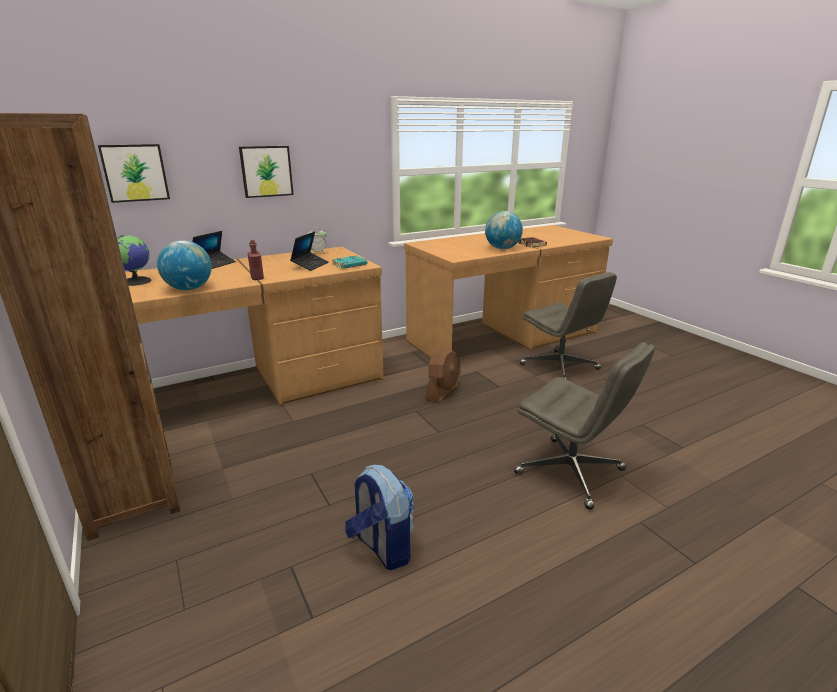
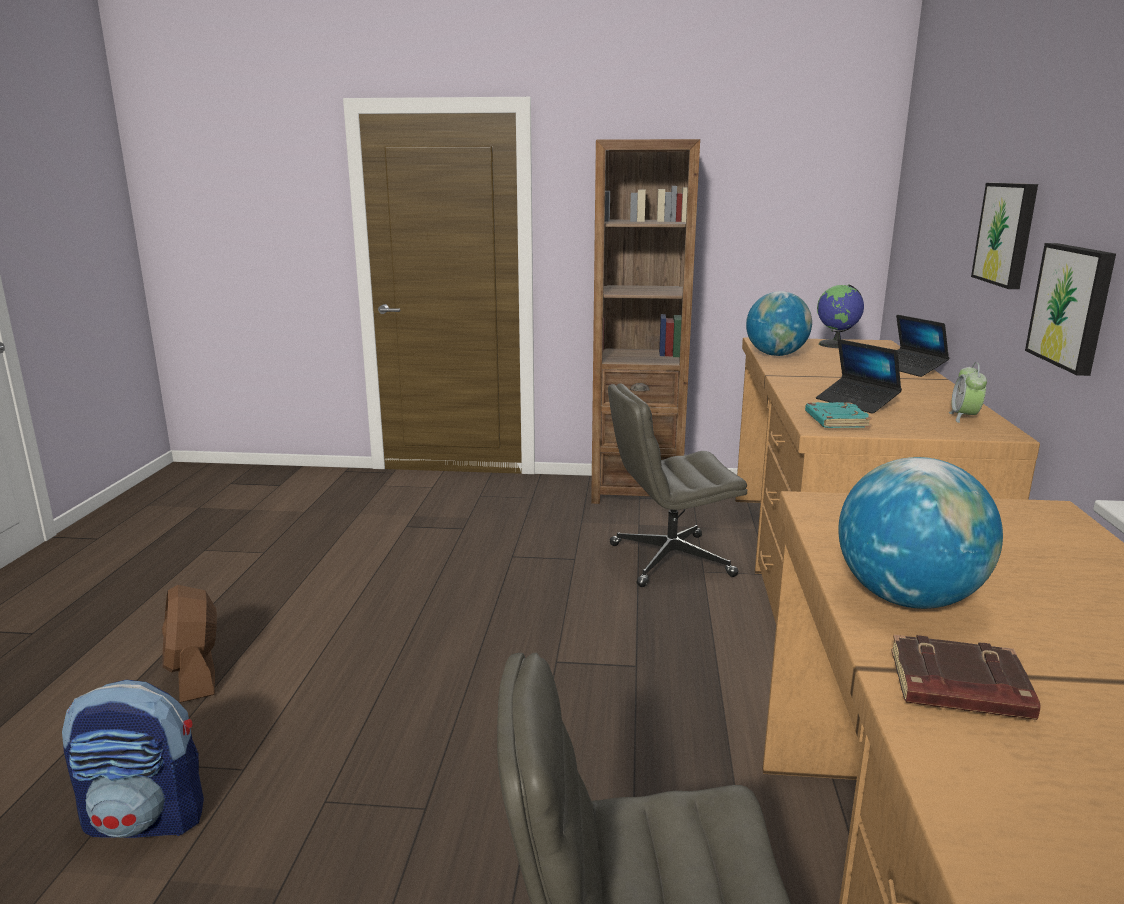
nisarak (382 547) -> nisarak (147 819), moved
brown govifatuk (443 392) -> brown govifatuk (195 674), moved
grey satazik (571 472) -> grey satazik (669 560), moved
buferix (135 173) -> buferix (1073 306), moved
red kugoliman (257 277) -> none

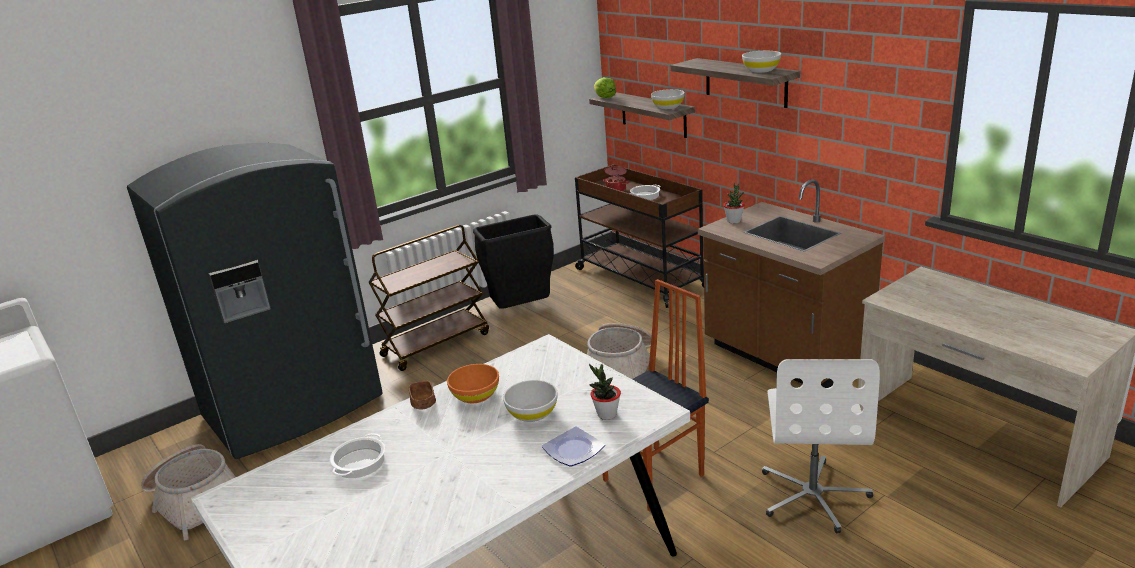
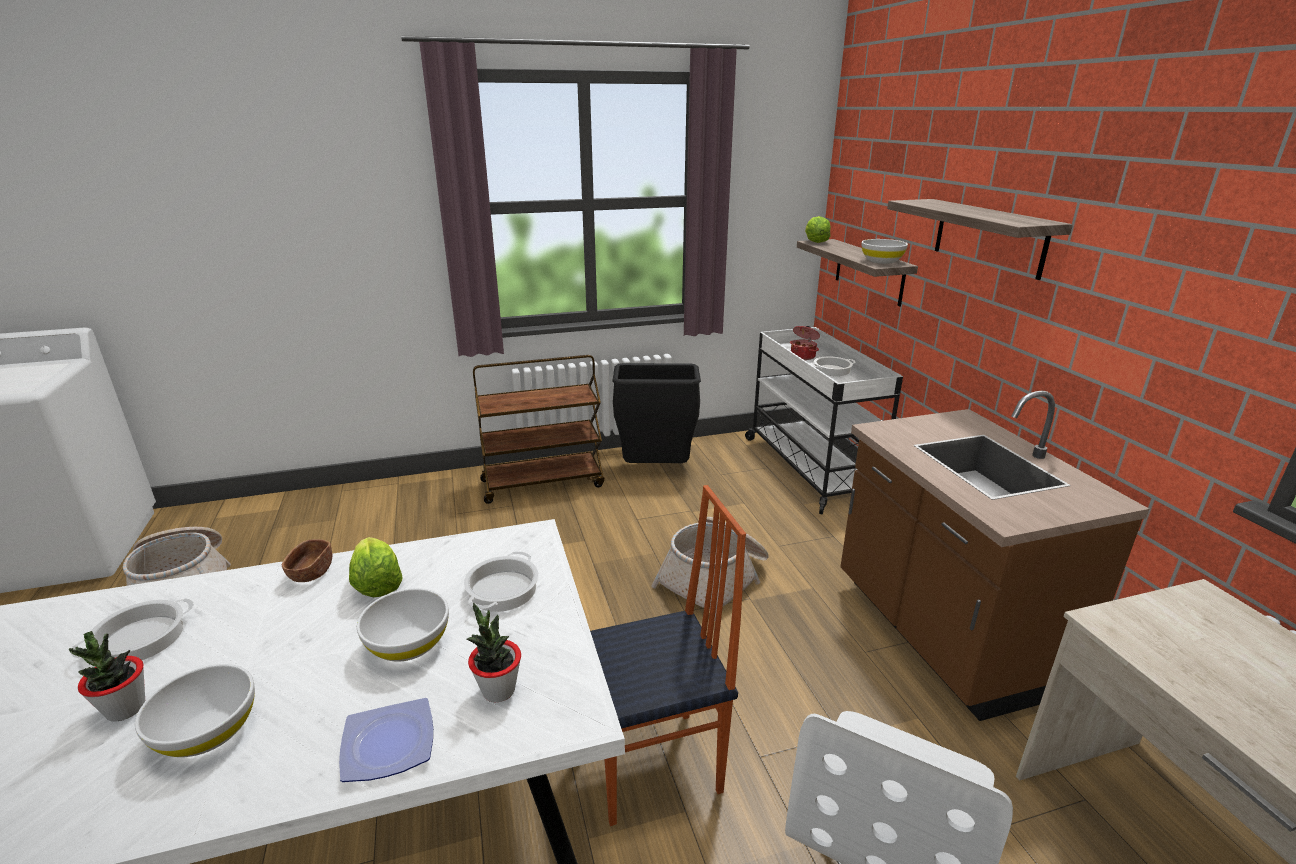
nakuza (734 221) -> nakuza (126 709), moved
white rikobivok (761 70) -> white rikobivok (208 732), moved
orange rikobivok (475 396) -> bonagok (377 584)
none -> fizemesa (502 589)
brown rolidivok (639 278) -> white rolidivok (810 467)
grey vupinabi (295 408) -> none

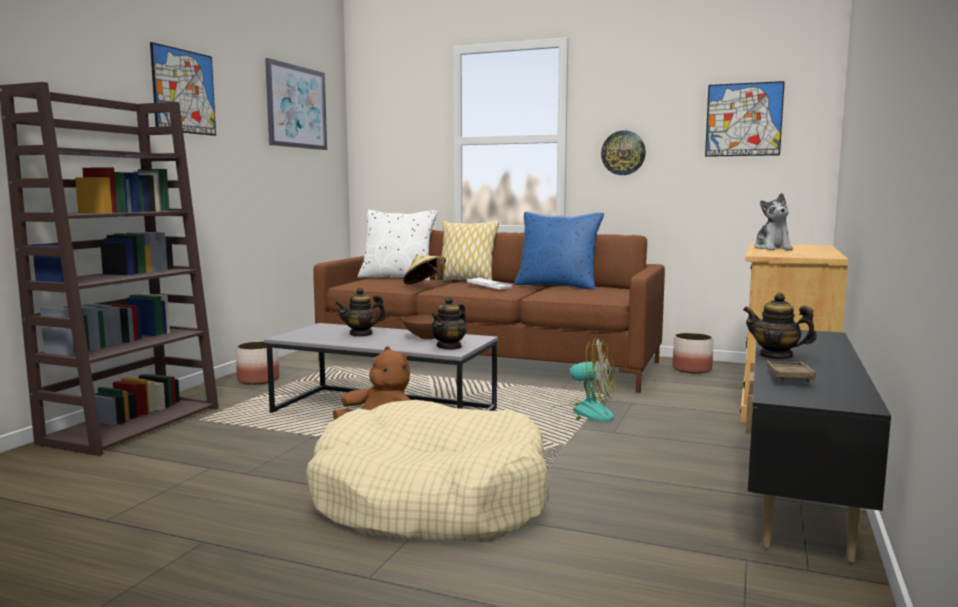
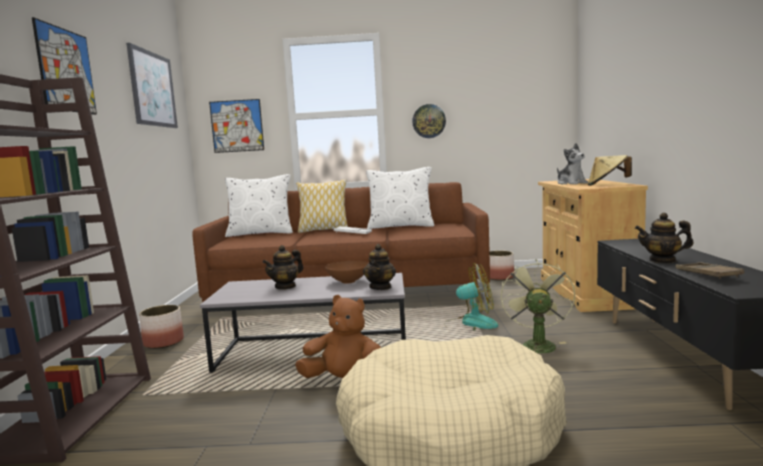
buferix (743 119) -> buferix (237 126), moved
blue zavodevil (557 286) -> white zavodevil (400 226)
none -> green govifatuk (536 344)
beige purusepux (425 285) -> beige purusepux (607 184), moved

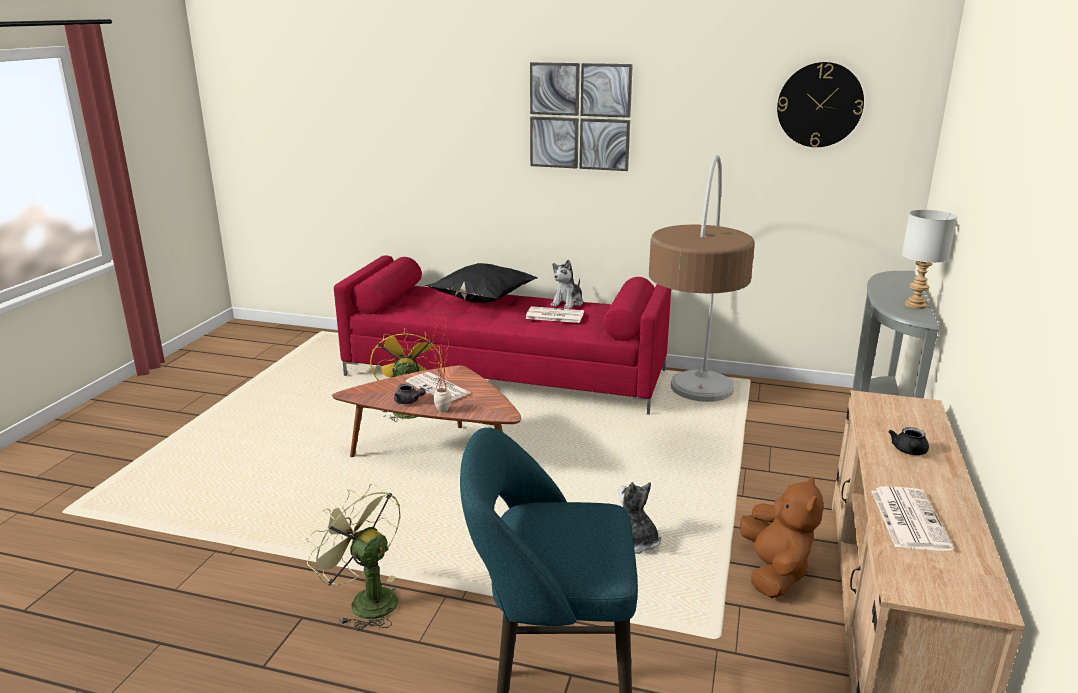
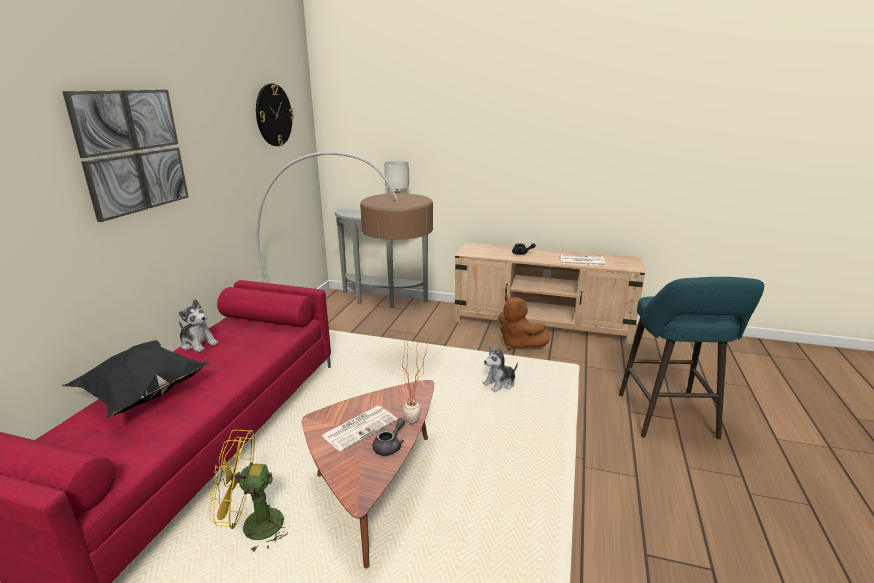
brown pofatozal (774 572) -> brown pofatozal (518 344), 135 degrees counterclockwise
green govifatuk (365 600) -> none
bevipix (554 315) -> none

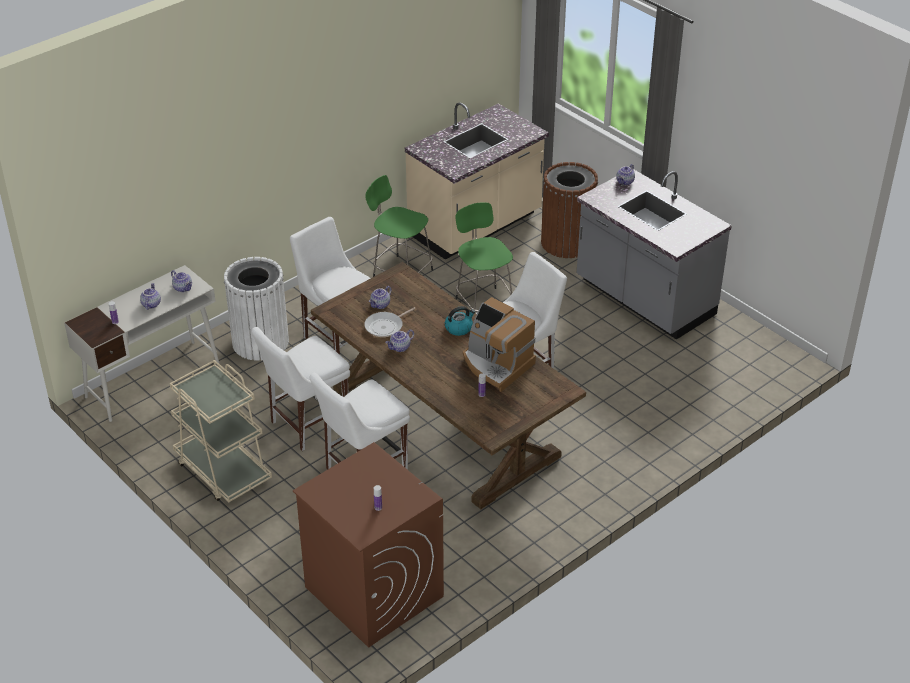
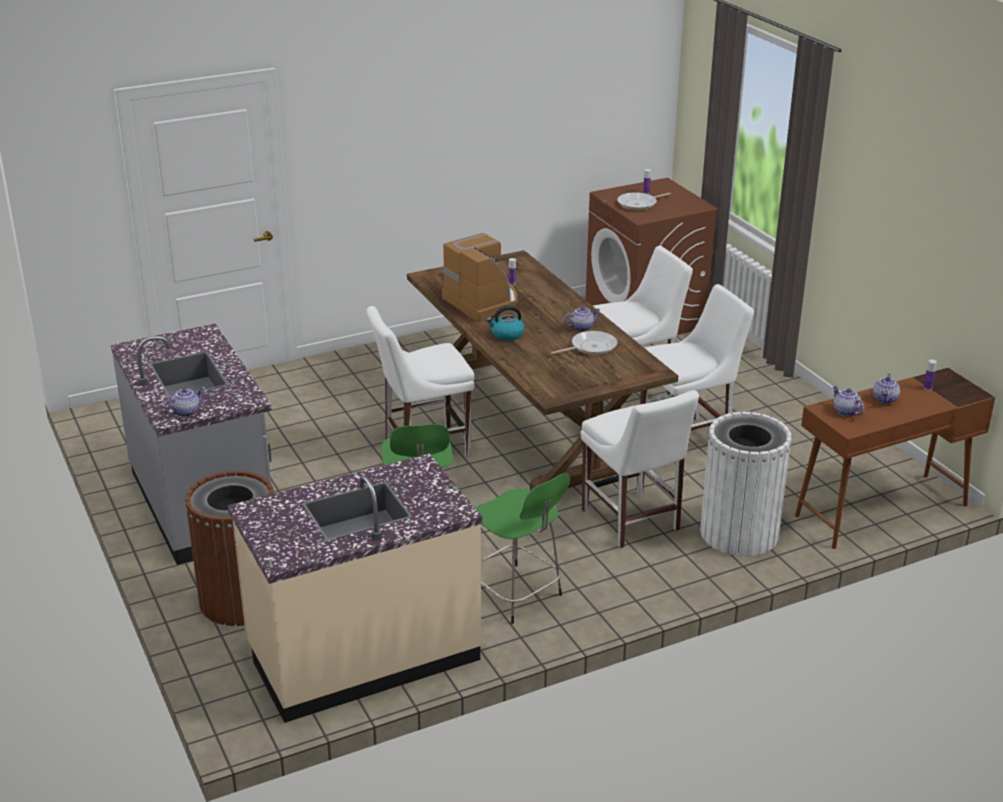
none -> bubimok (639 204)
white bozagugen (153 380) -> brown bozagugen (880 510)
beige rolidivok (223 471) -> none
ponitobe (380 305) -> none

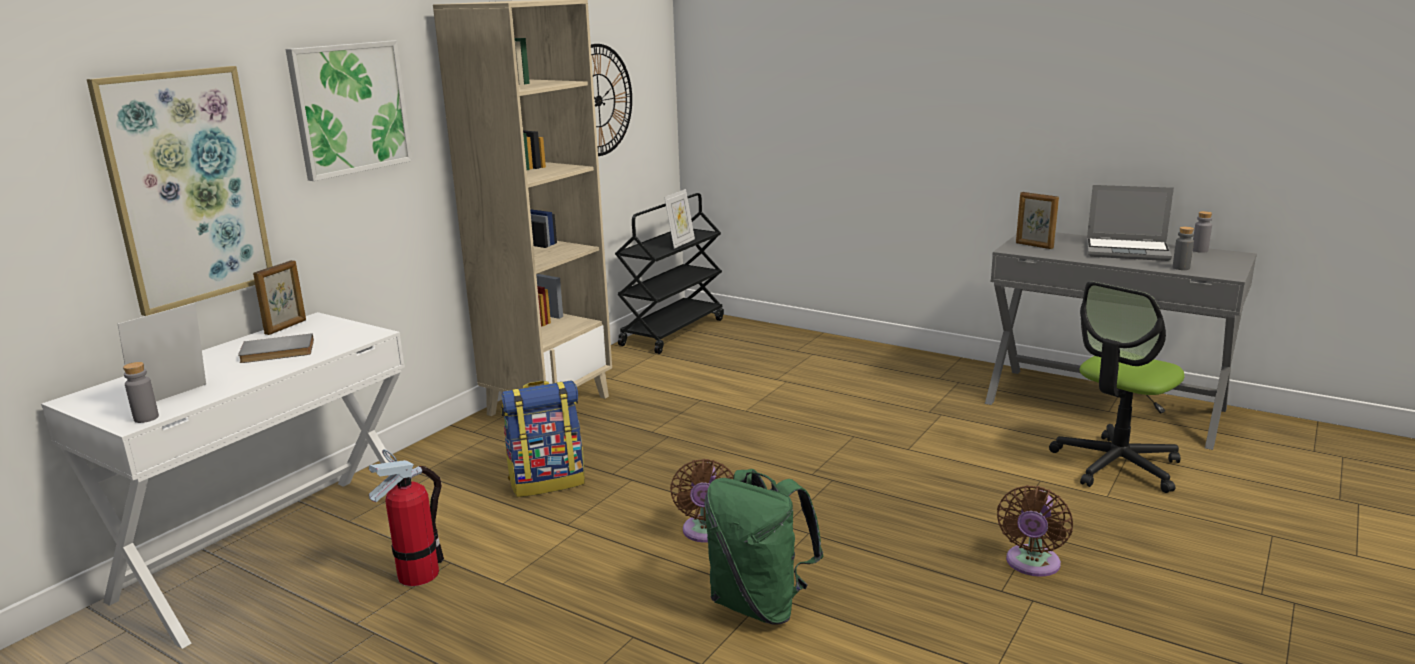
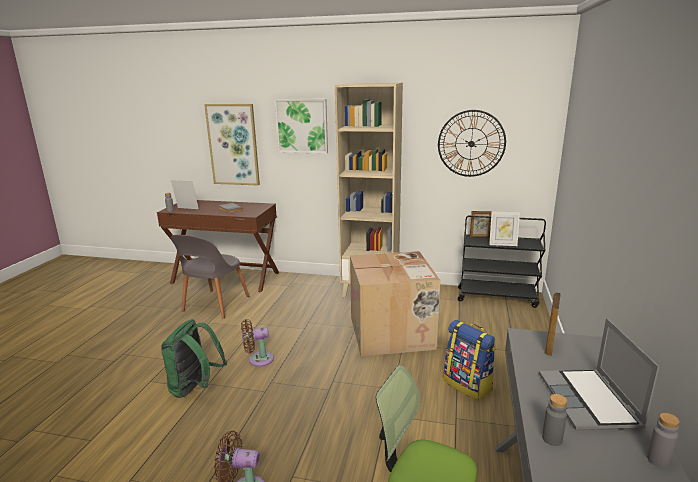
white bozagugen (273 552) -> brown bozagugen (226 277)
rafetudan (418 574) -> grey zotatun (214 305)
none -> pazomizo (392 333)
nisarak (547 481) -> nisarak (468 385), moved
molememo (286 327) -> molememo (480 237), moved

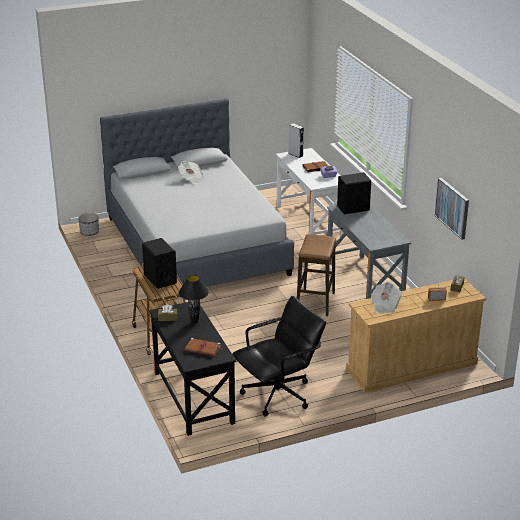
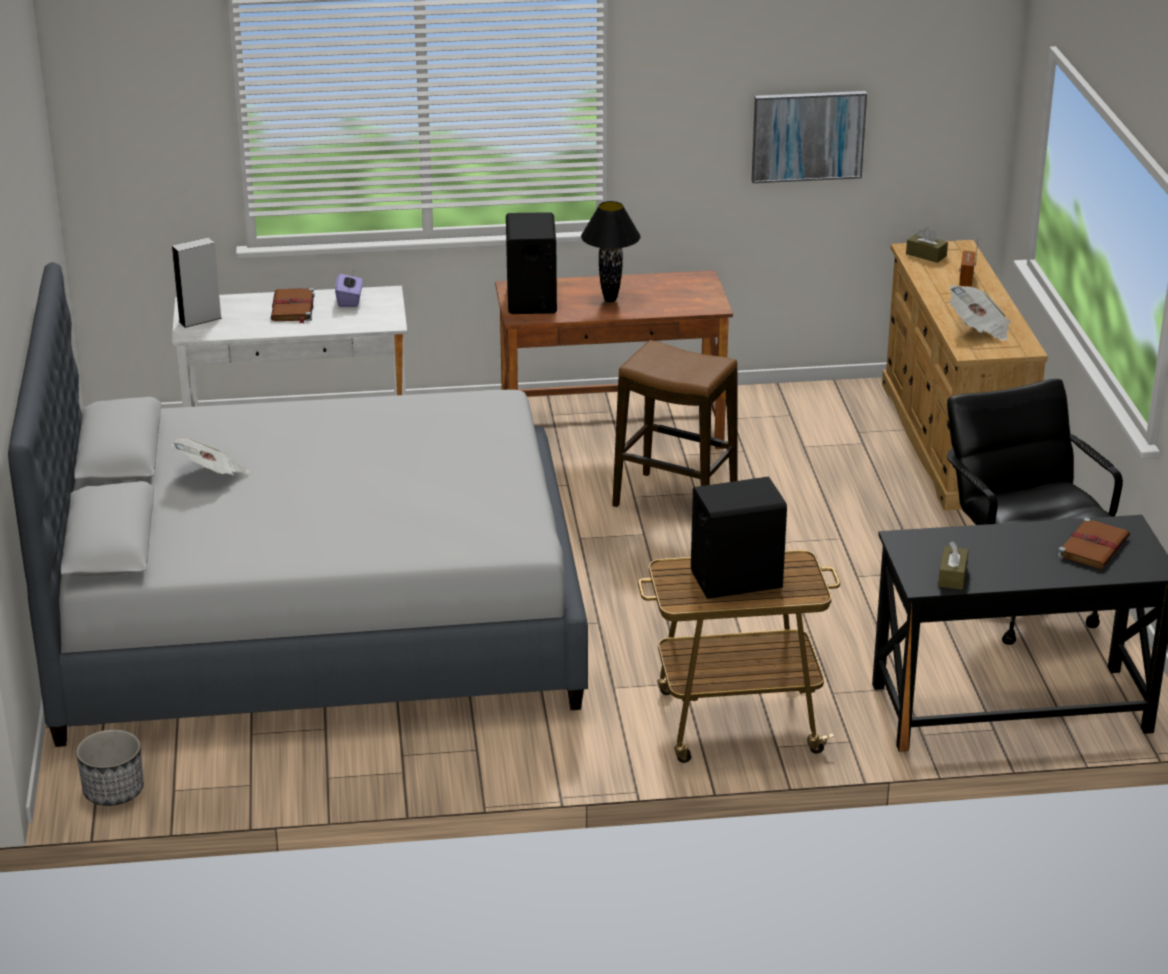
grey bozagugen (365 281) -> brown bozagugen (611 431)
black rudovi (194 322) -> black rudovi (610 300), moved

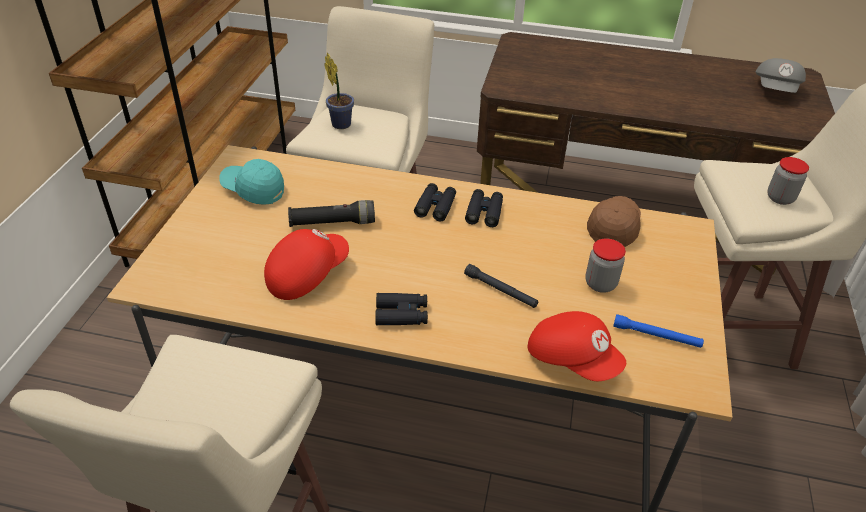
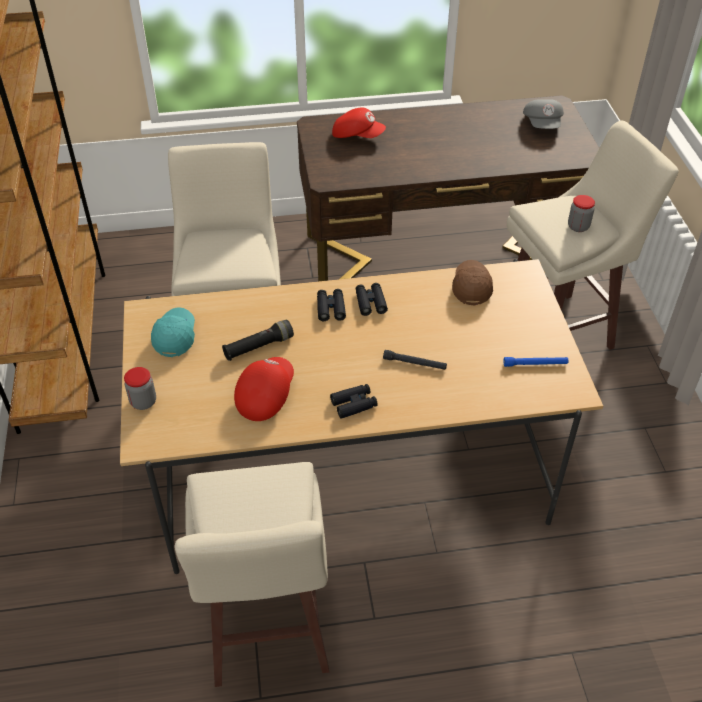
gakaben (600 284) -> gakaben (143 402), moved
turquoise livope (253 190) -> turquoise livope (175 337), 90 degrees clockwise
red livope (573 359) -> red livope (358 136), moved
nakuza (340 123) -> none

